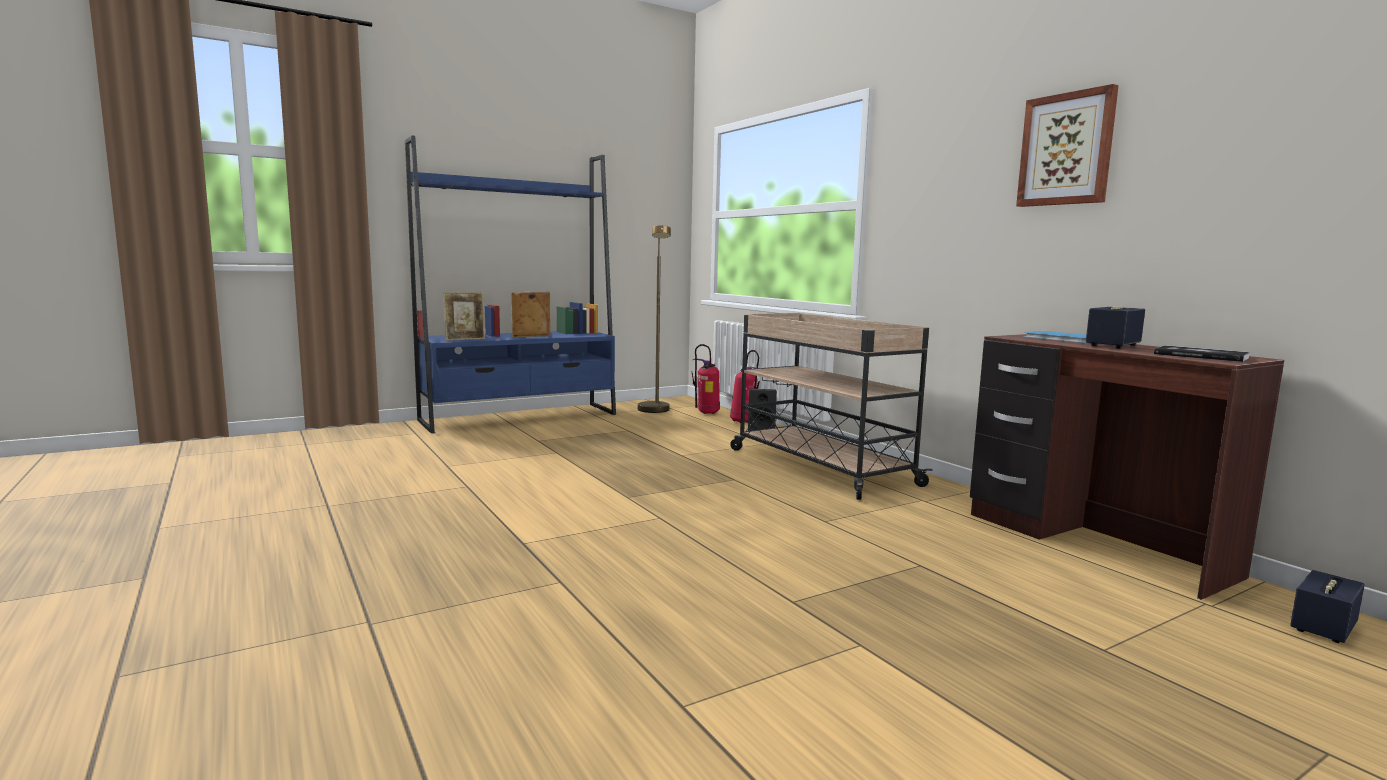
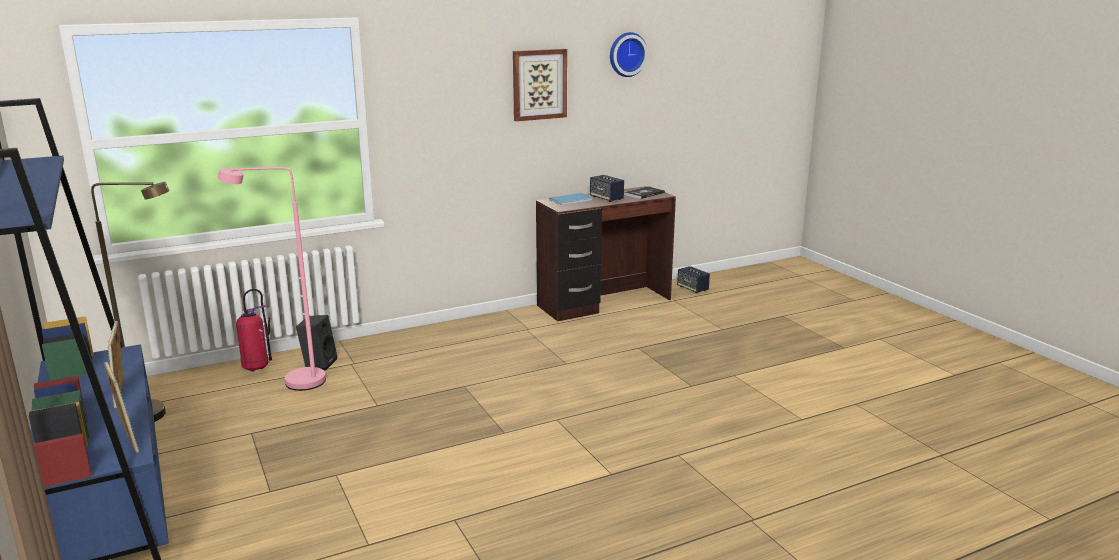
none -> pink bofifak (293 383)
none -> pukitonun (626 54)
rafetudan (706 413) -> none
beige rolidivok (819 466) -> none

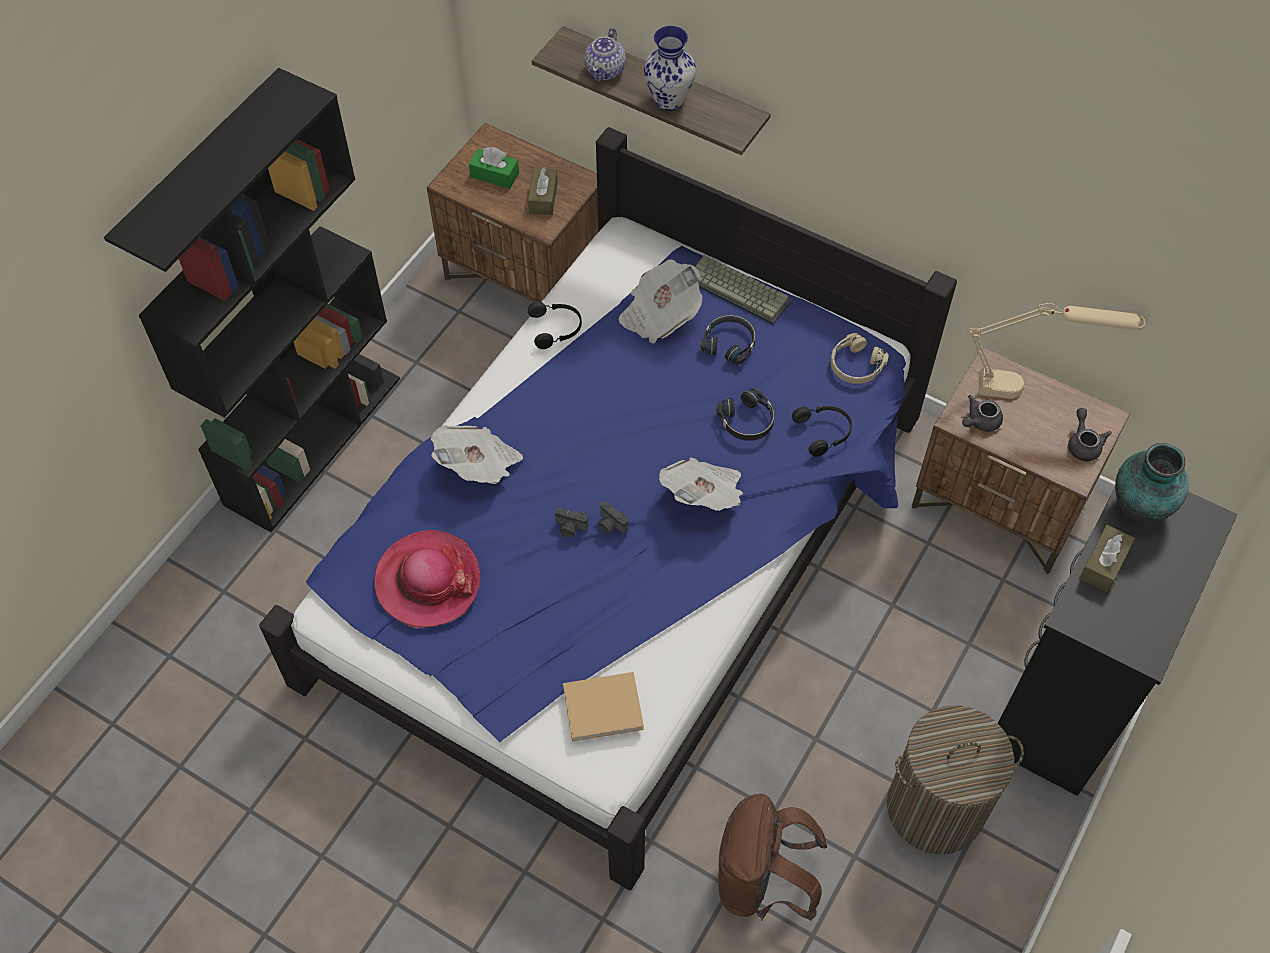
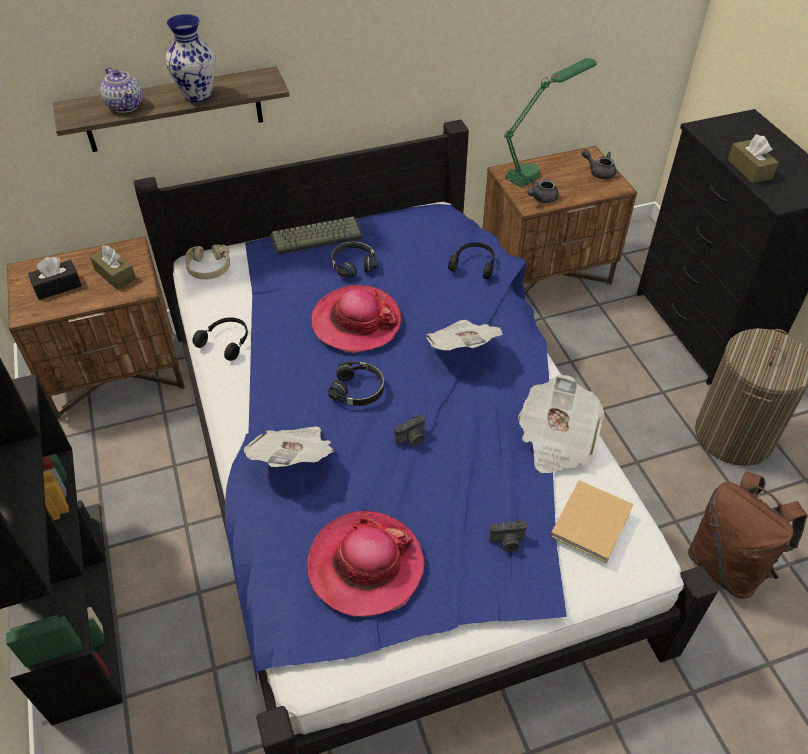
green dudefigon (494 175) -> black dudefigon (58 286)
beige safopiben (855 365) -> beige safopiben (209 268), moved
none -> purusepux (356 321)
black safopiben (747 421) -> black safopiben (358 389), moved
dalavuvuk (610 525) -> dalavuvuk (507 542), moved
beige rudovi (1031 389) -> green rudovi (540 168)
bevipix (659 315) -> bevipix (556 440), moved
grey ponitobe (979 422) -> grey ponitobe (541 198), 45 degrees clockwise
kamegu (1139 508) -> none

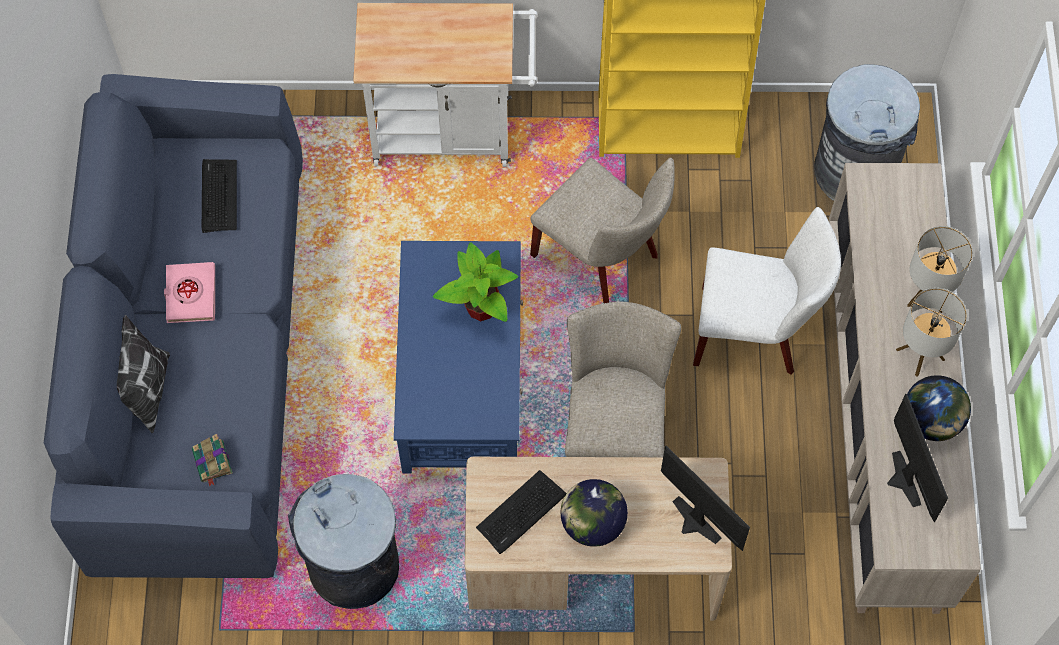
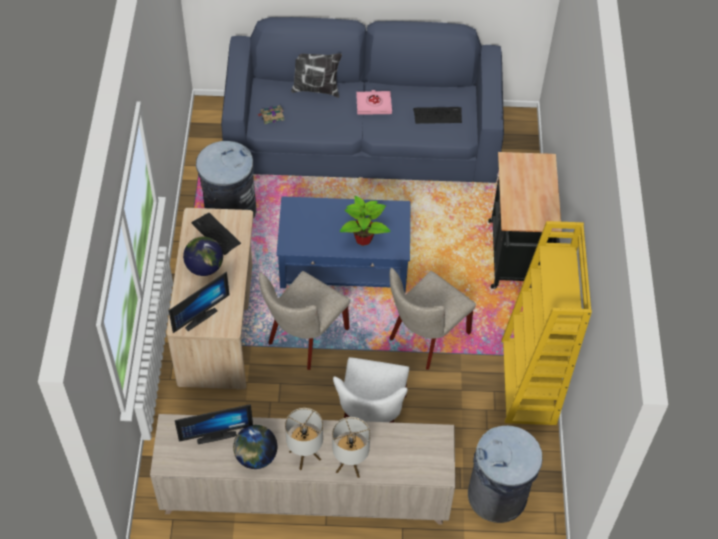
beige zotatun (613 431) -> beige zotatun (304 339), 120 degrees clockwise
white rolidivok (452 131) -> black rolidivok (516 261)

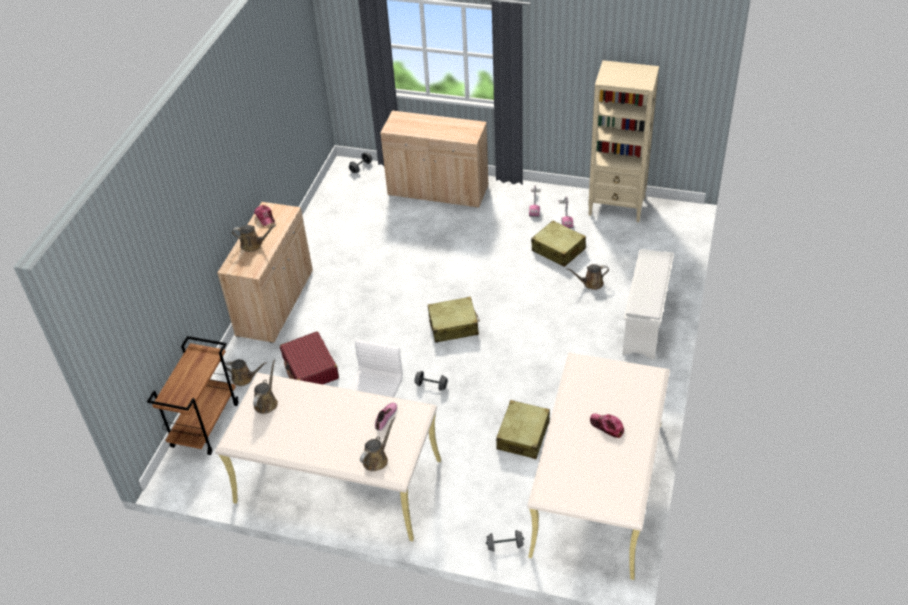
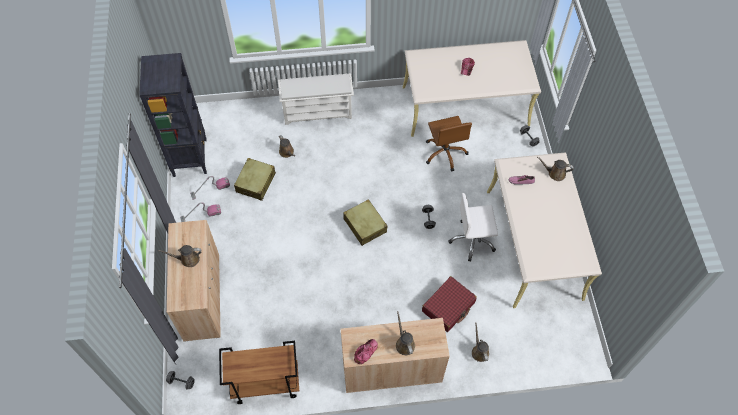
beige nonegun (617 207) -> black nonegun (190 157)
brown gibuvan (266 402) -> brown gibuvan (187 259), moved
brown rolidivok (205 424) -> brown rolidivok (265 384), moved
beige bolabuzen (523 435) -> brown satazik (445 153)

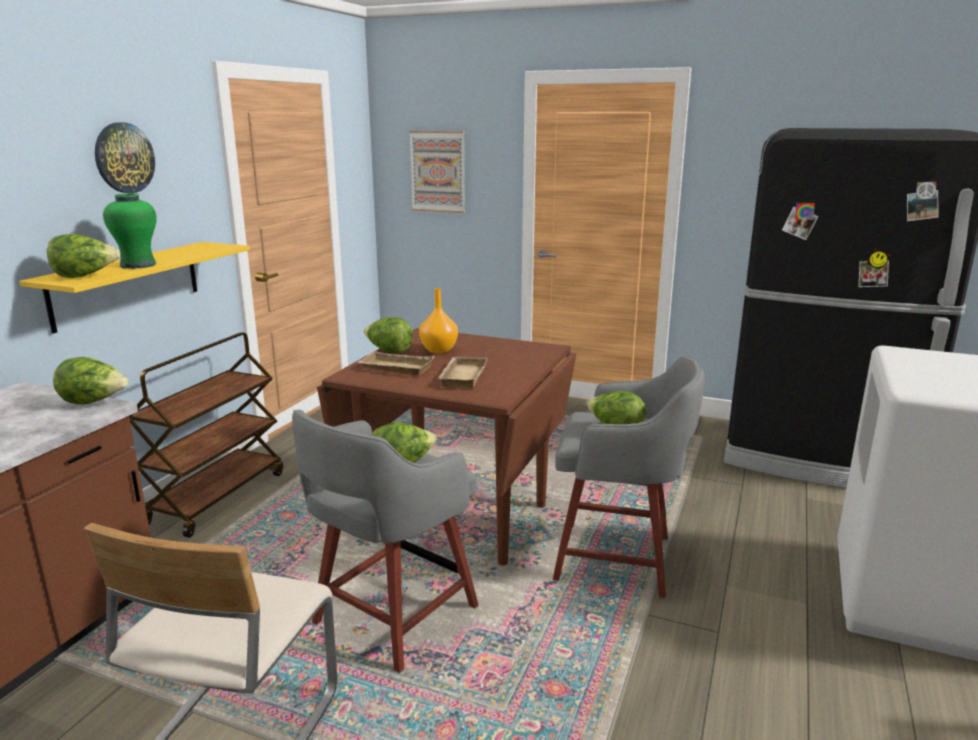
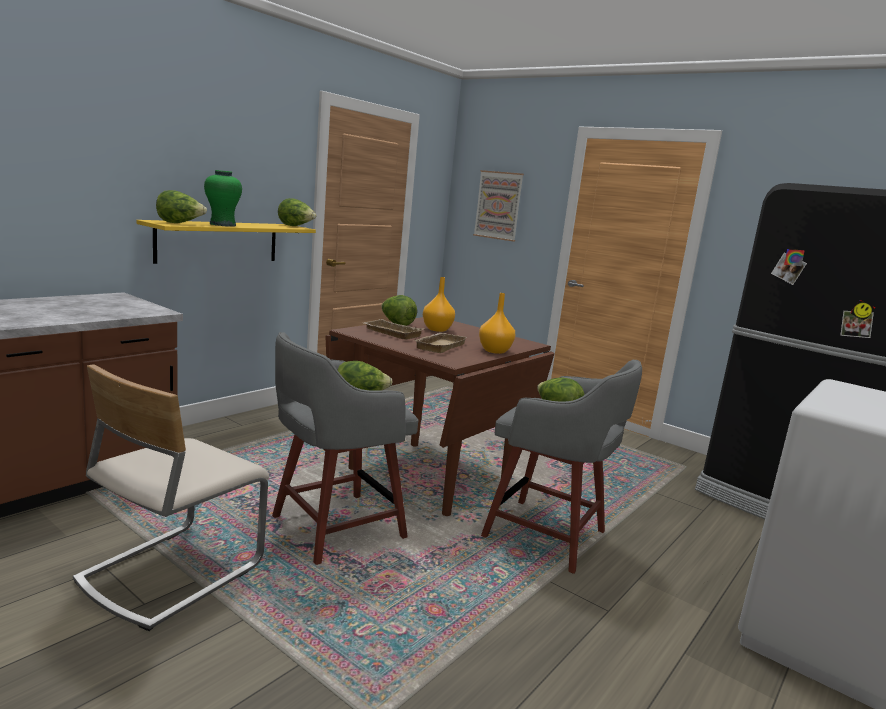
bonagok (94 402) -> bonagok (296 226), moved
none -> orange kamegu (495 351)
pukitonun (124 158) -> none
brown rolidivok (217 497) -> none

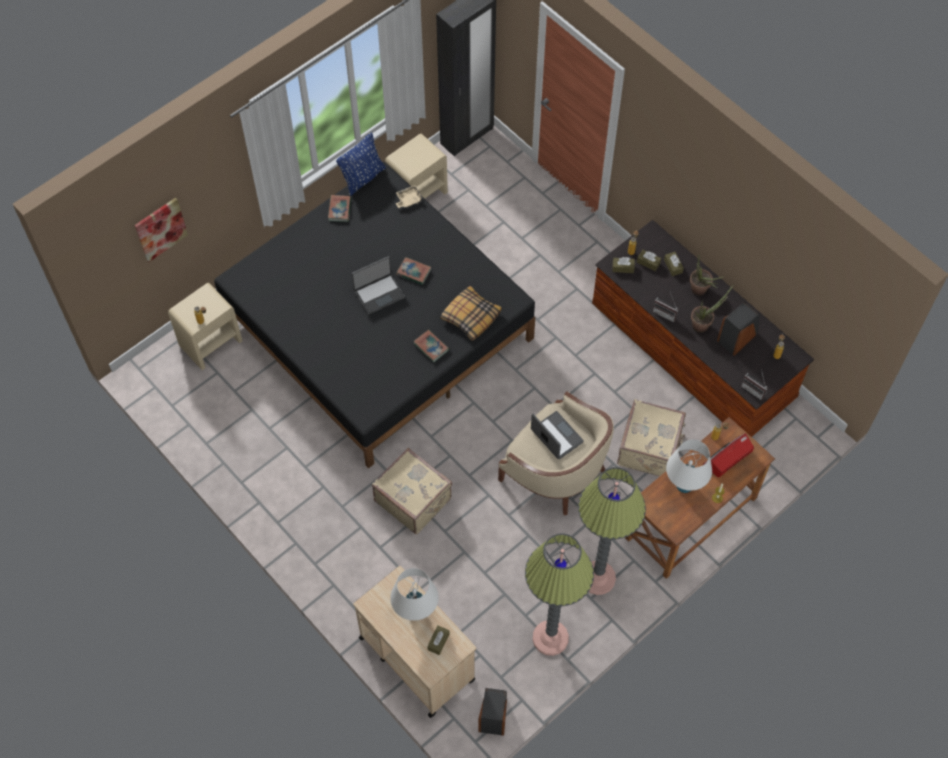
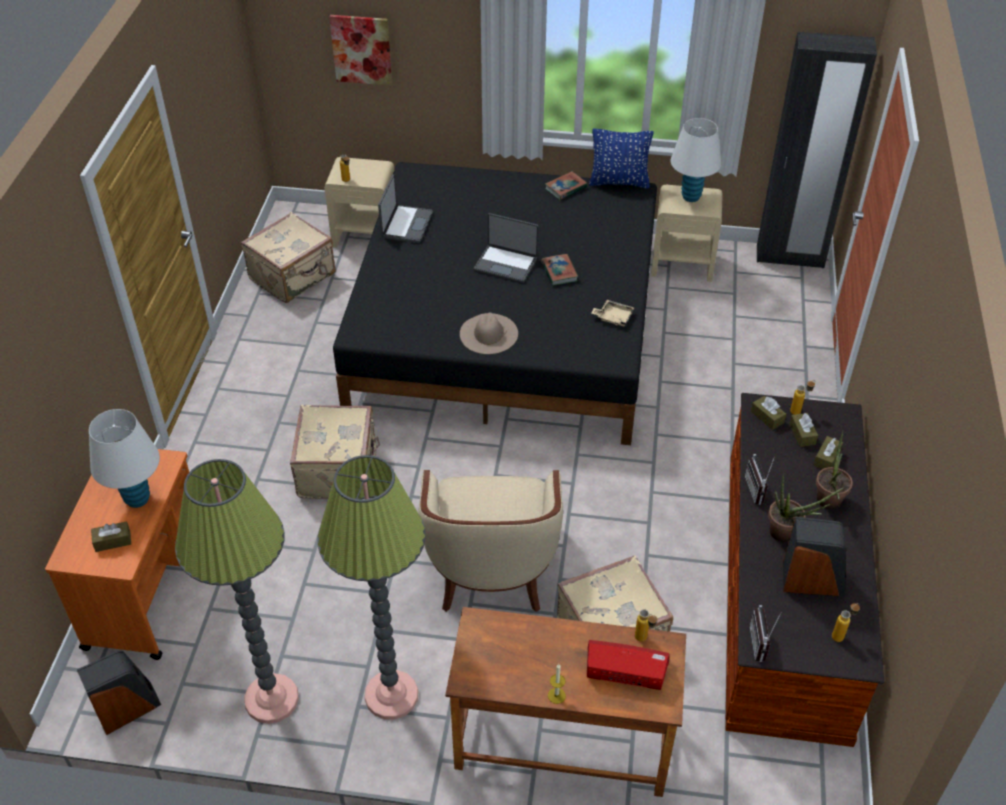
beige rolidivok (416 658) -> orange rolidivok (148 590)
none -> beige bolabuzen (293 277)
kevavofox (556 436) -> kevavofox (406 225), moved
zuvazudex (431 347) -> beige purusepux (488 333)
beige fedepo (408 200) -> beige fedepo (613 317), moved
white rudovi (684 486) -> white rudovi (690 197), moved
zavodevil (470 316) -> none

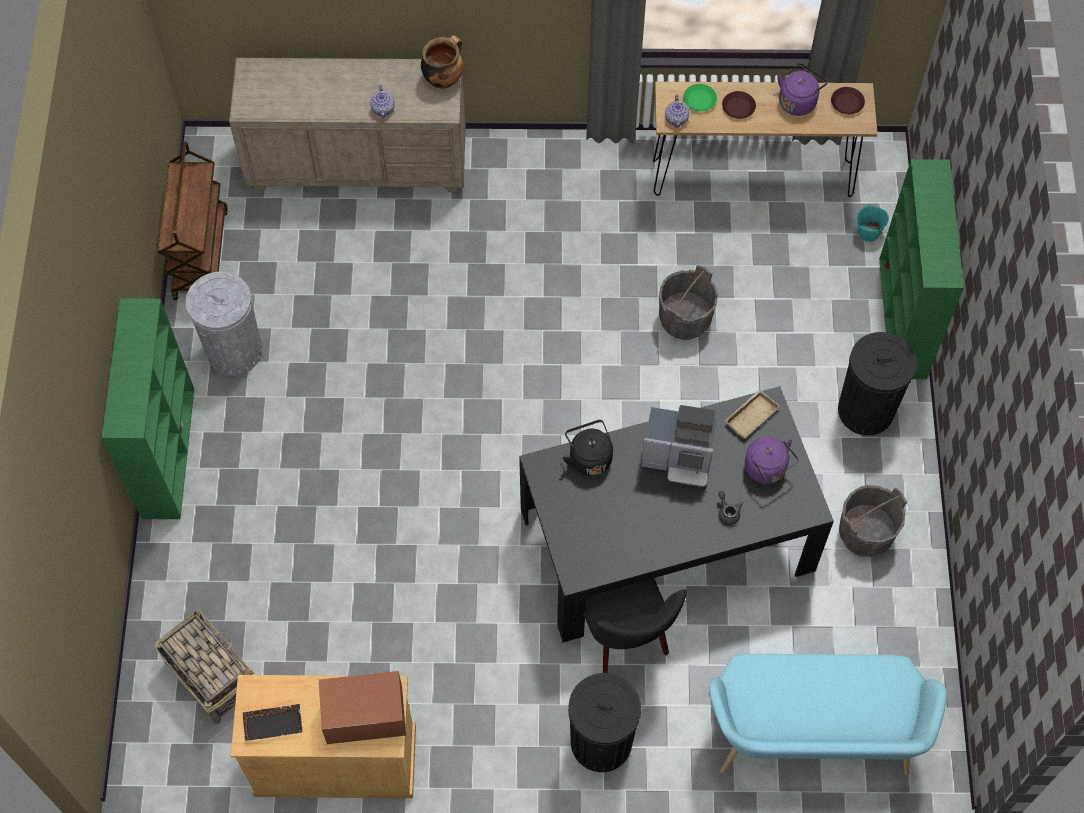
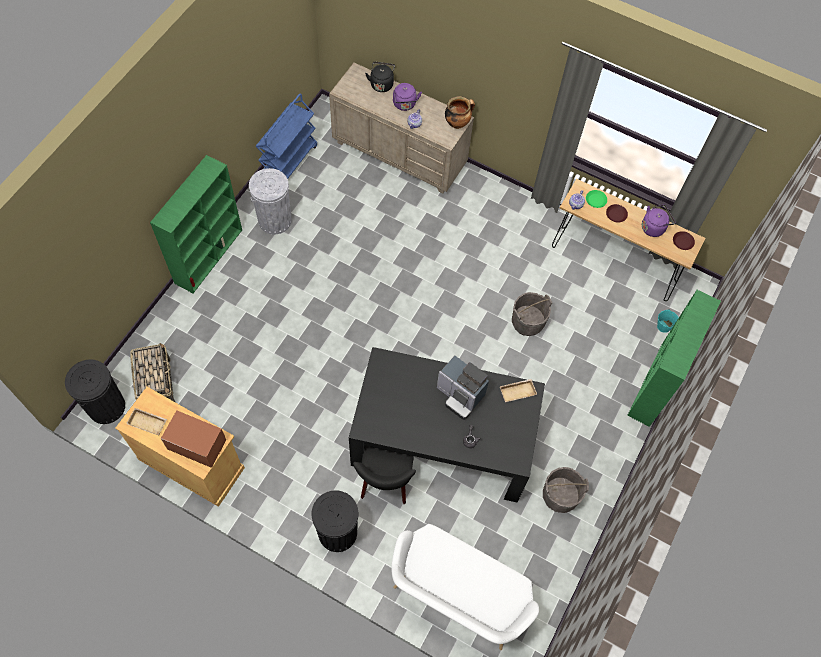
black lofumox (865 410) -> black lofumox (106 406), moved
black fedepo (274 722) -> beige fedepo (148 422)
brown rolidivok (200 253) -> blue rolidivok (289 161)
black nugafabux (589 457) -> black nugafabux (381 84), moved
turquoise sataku (811 740) -> white sataku (456 598)
purple nugafabux (767 469) -> purple nugafabux (405 105), moved

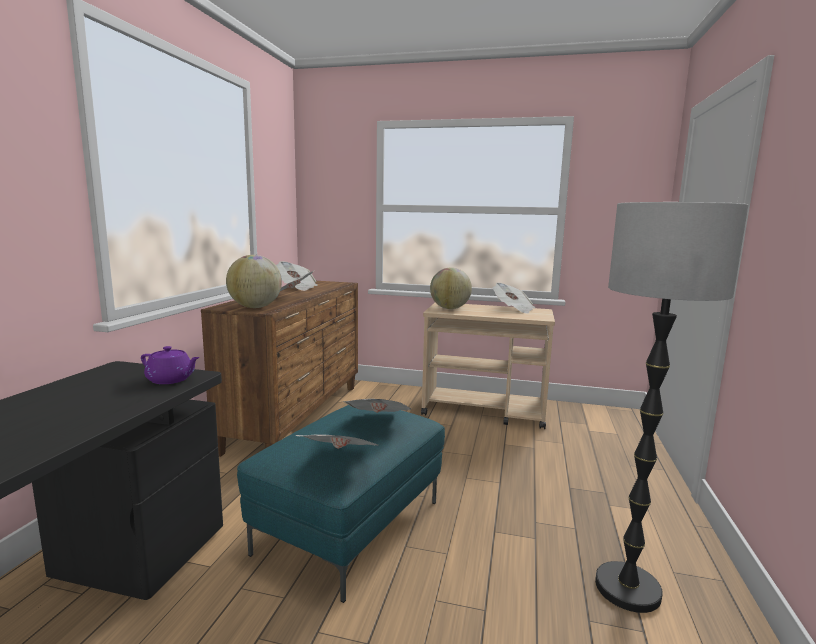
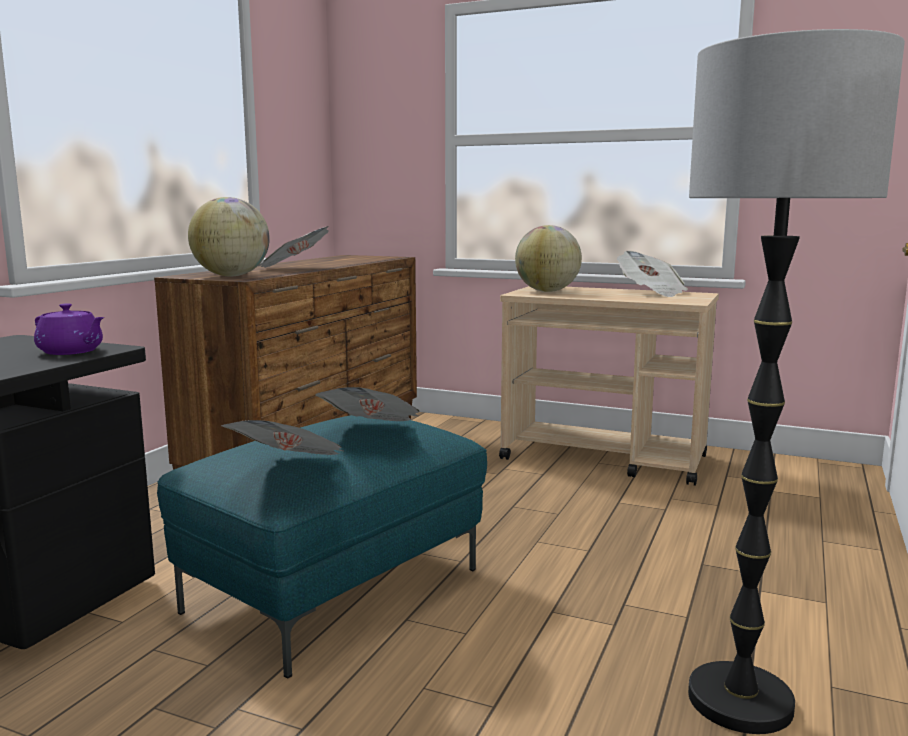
bevipix (295 287) -> none

